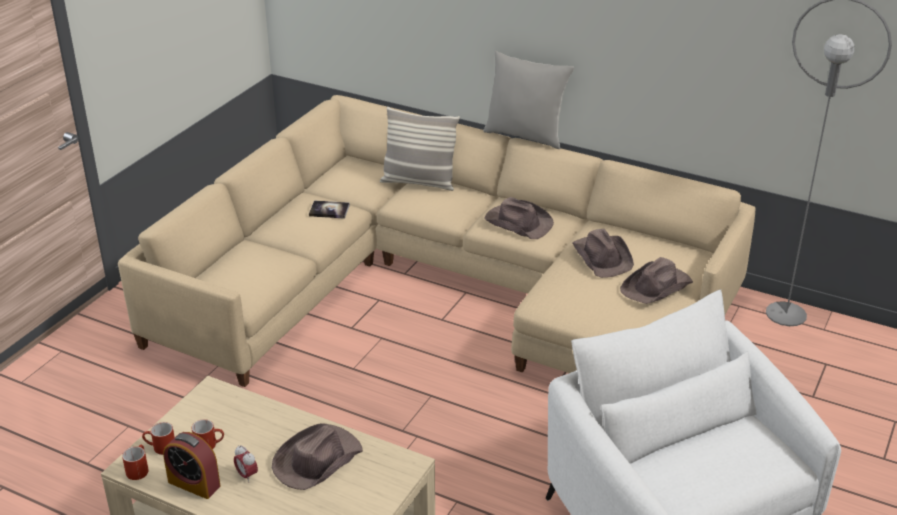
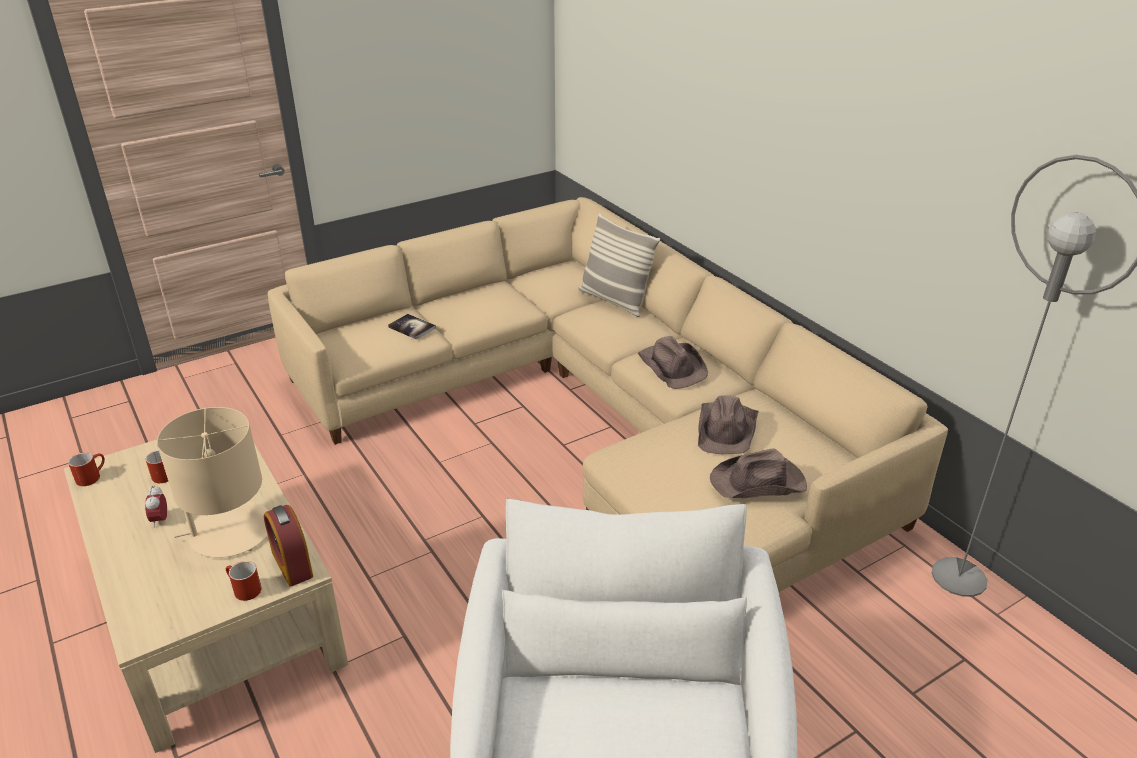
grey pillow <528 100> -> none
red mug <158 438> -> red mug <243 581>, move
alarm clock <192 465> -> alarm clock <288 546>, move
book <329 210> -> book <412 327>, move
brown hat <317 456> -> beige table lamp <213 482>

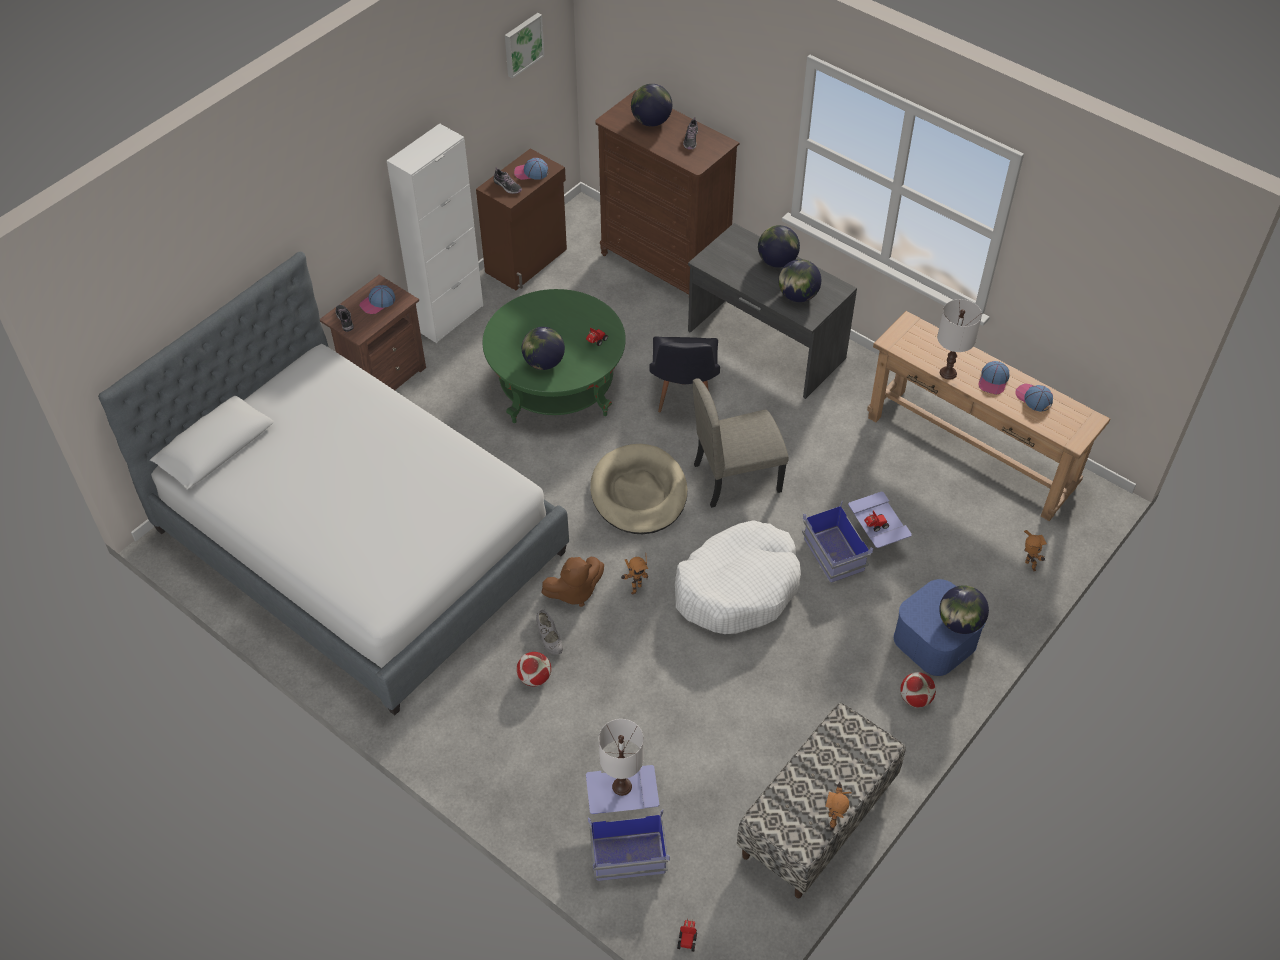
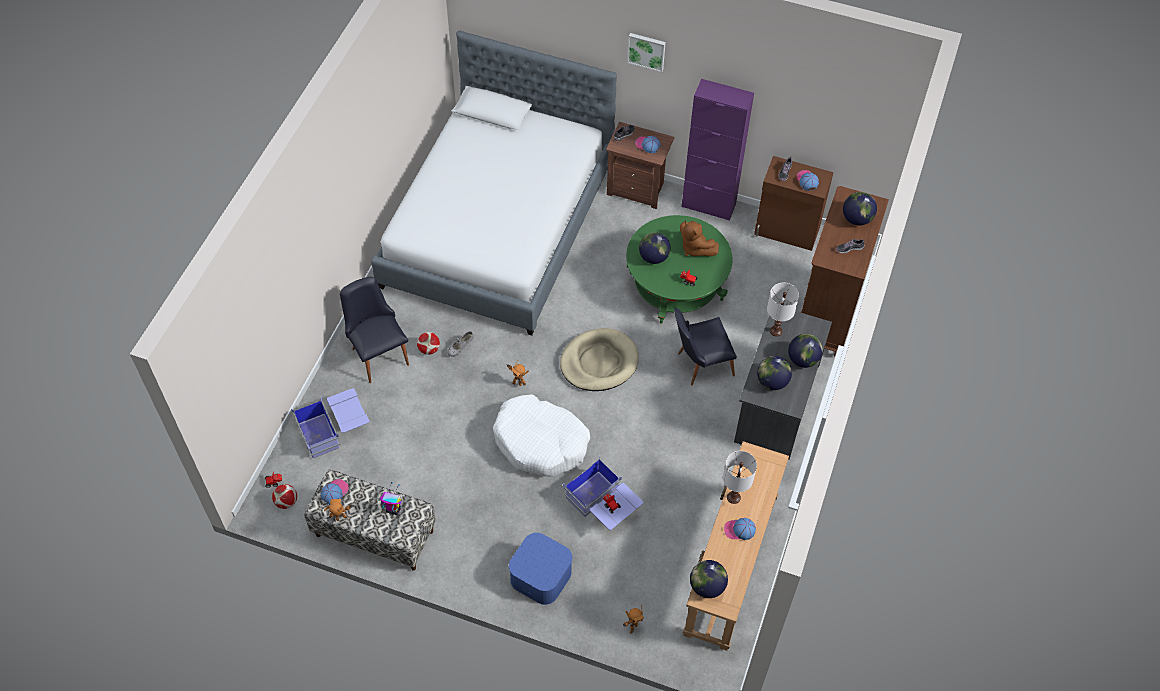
beige chair <741 443> -> none
none -> black chair <374 330>
none -> toy robot <391 498>
picture <524 46> -> picture <646 52>, move
brown plush toy <572 582> -> brown plush toy <699 238>, move
white table lamp <621 757> -> white table lamp <783 309>, move
football <918 689> -> football <284 496>, move
globe <964 609> -> globe <709 579>, move
cap <1034 397> -> cap <334 492>, move
white cabinet <435 233> -> purple cabinet <717 150>

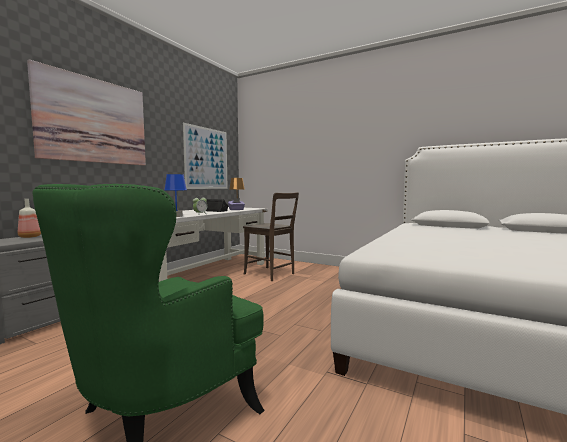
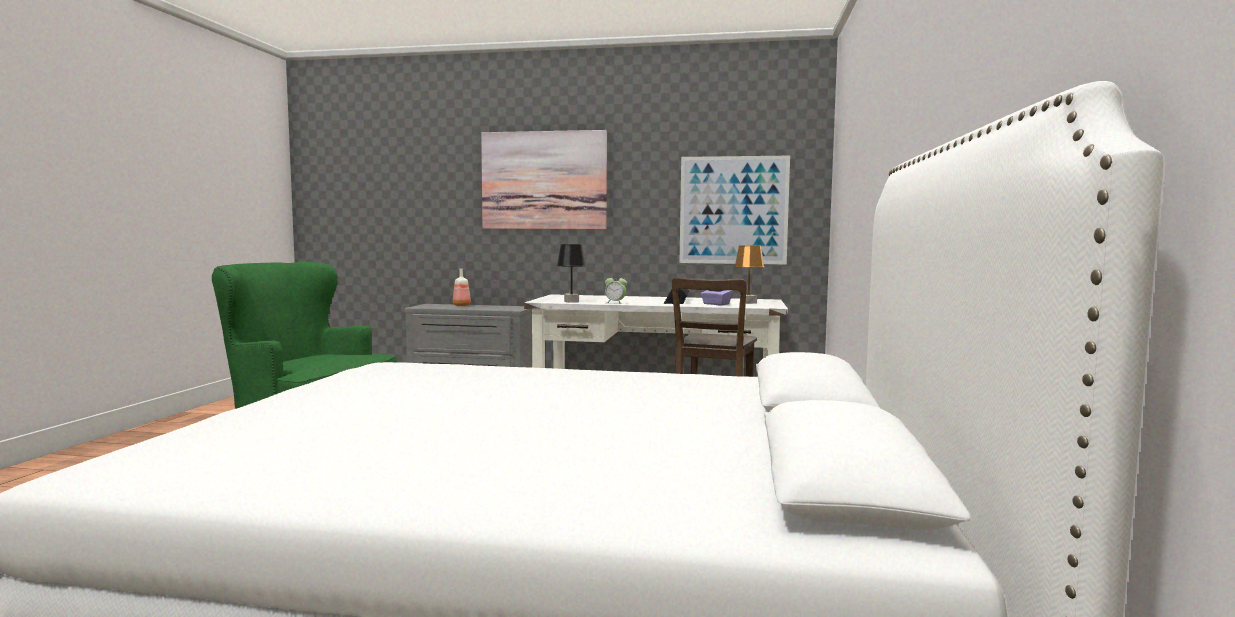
blue table lamp <176 195> -> black table lamp <571 273>

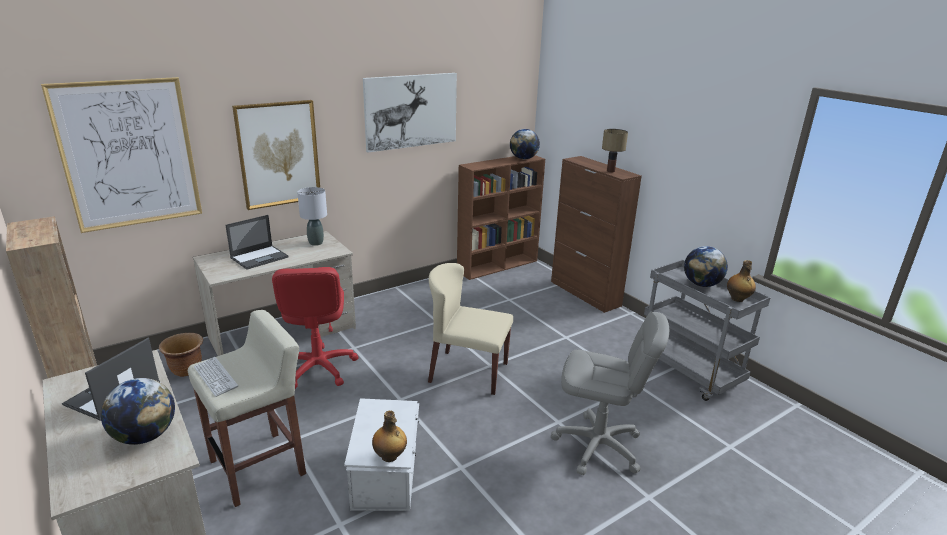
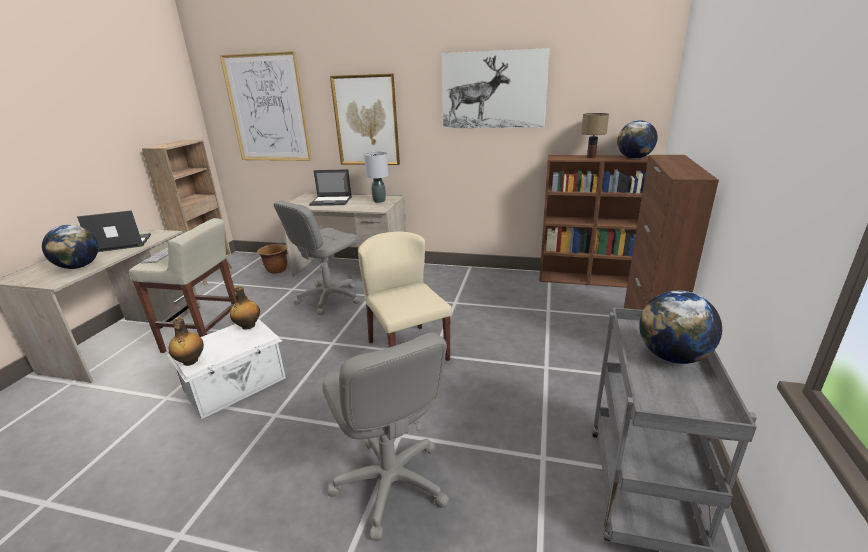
table lamp <615 150> -> table lamp <595 135>, move
bottle <741 281> -> bottle <245 308>, move
red office chair <315 328> -> grey office chair <316 257>

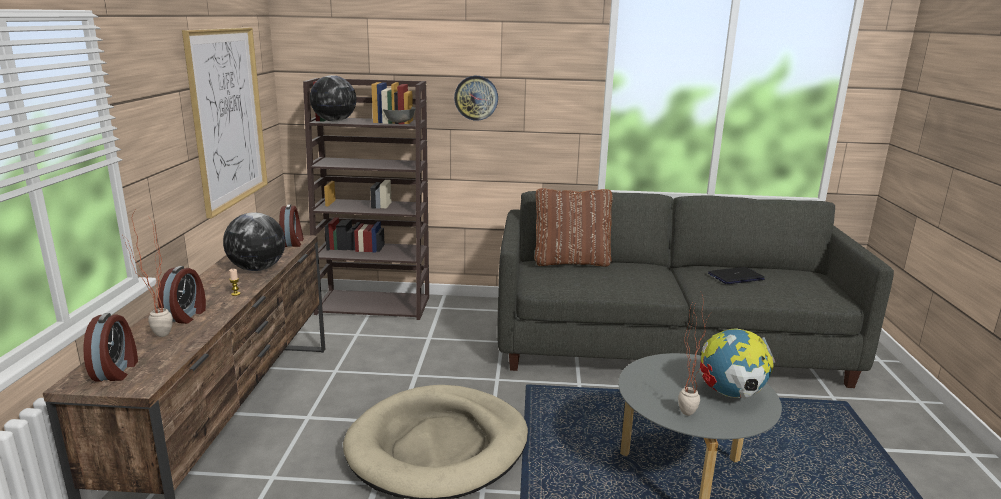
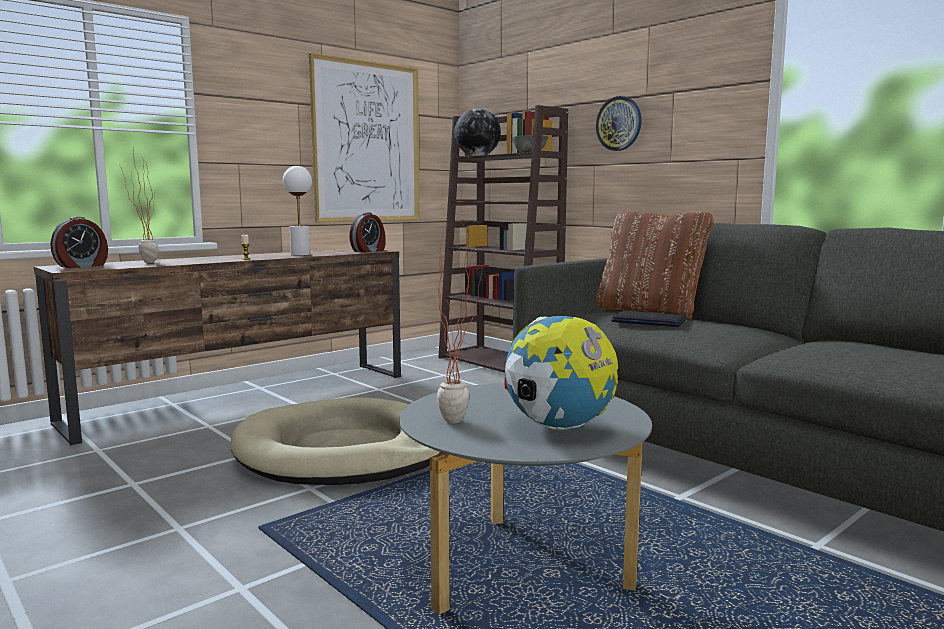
alarm clock <182 295> -> none
laptop <736 275> -> laptop <649 319>, move
globe <254 241> -> white table lamp <297 211>

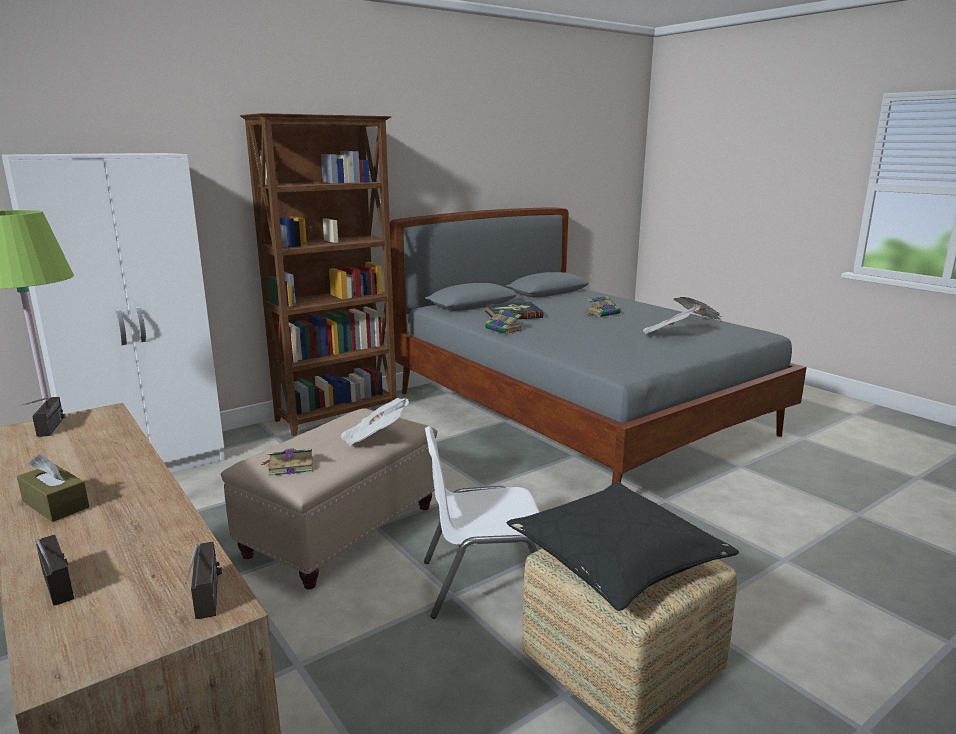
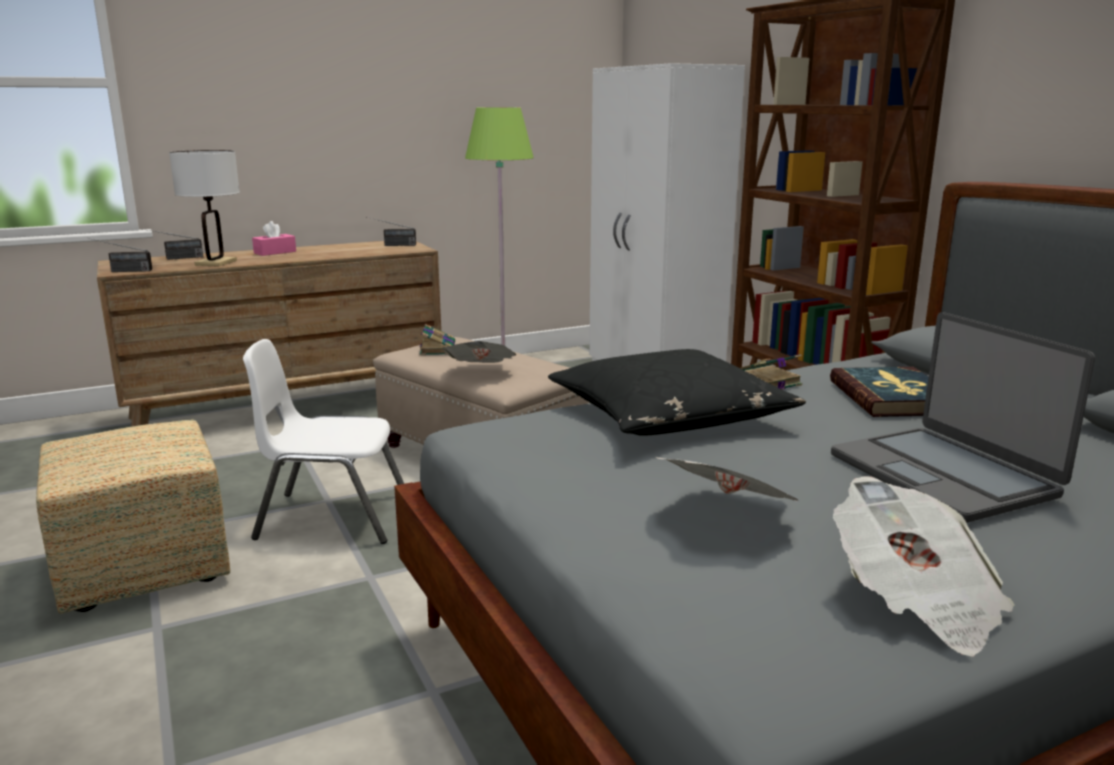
none -> white table lamp <204 208>
black pillow <623 546> -> black pillow <677 392>, move
book <602 306> -> laptop <963 417>
brown tissue box <53 487> -> pink tissue box <274 238>
white chair <481 522> -> white chair <323 441>, 90 degrees counterclockwise

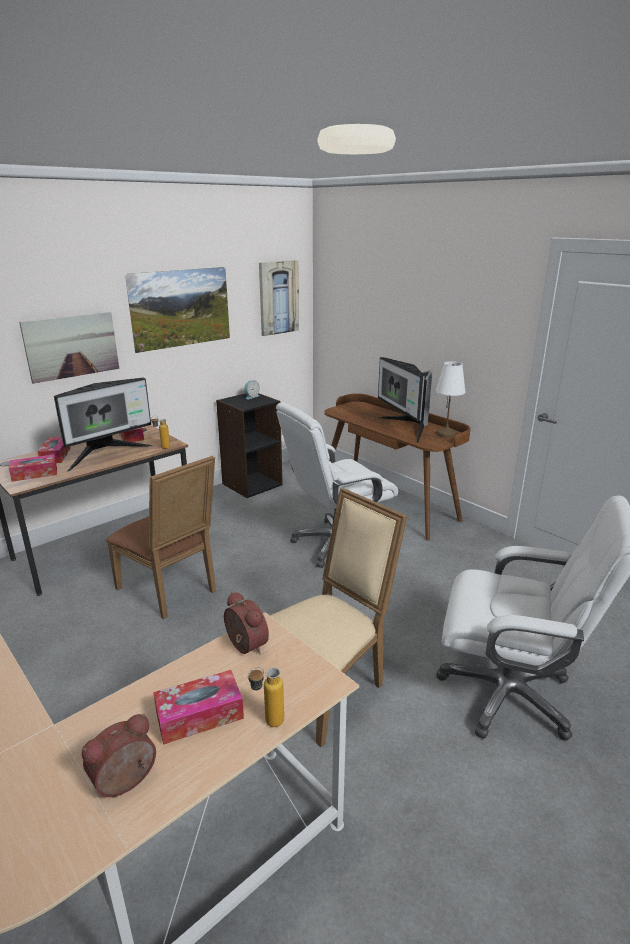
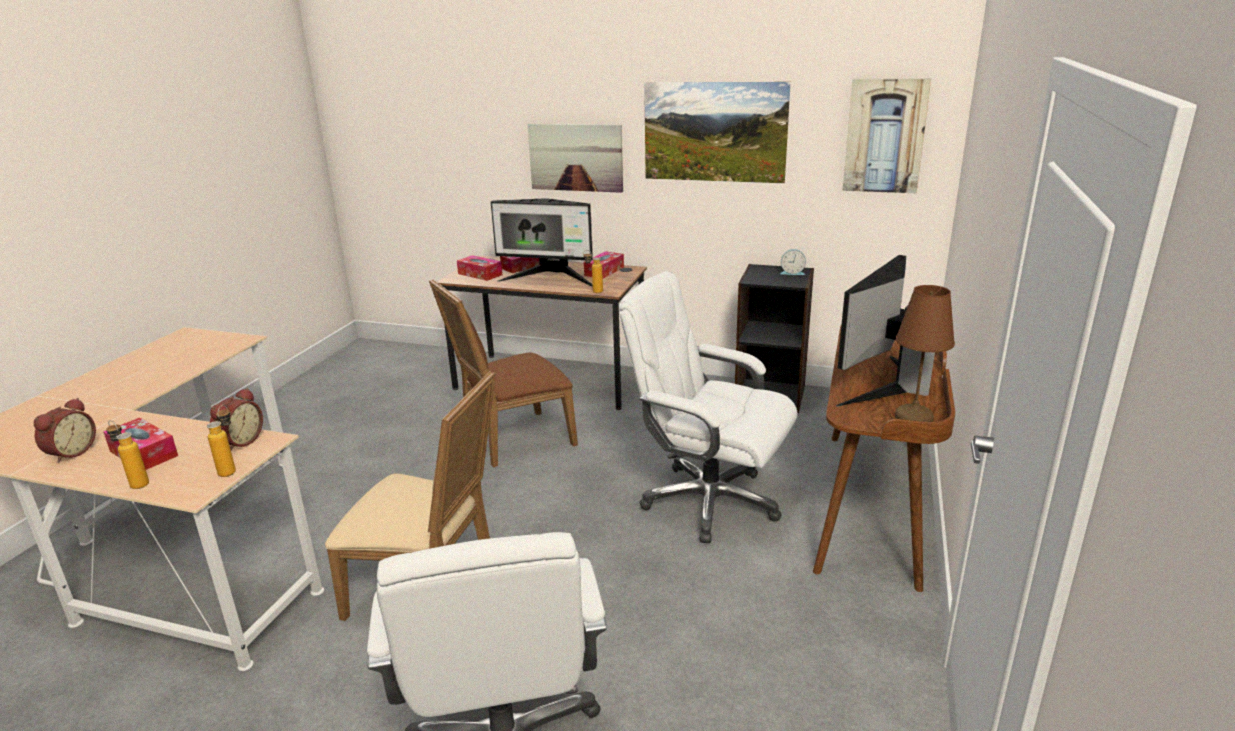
none -> bottle <221 441>
white table lamp <451 399> -> brown table lamp <925 353>
alarm clock <119 755> -> alarm clock <65 430>, 90 degrees clockwise
brown chair <161 537> -> brown chair <503 373>, 45 degrees clockwise

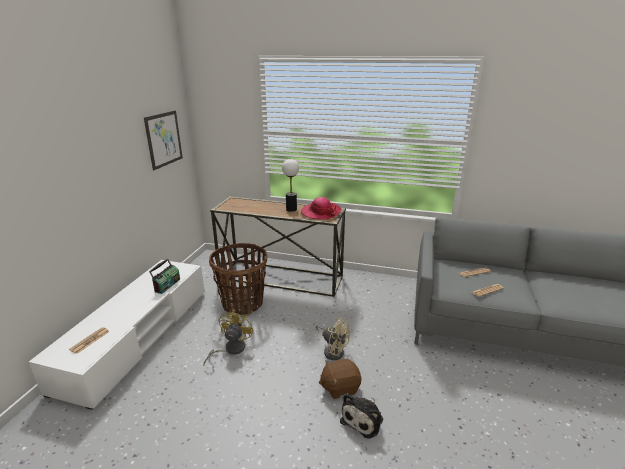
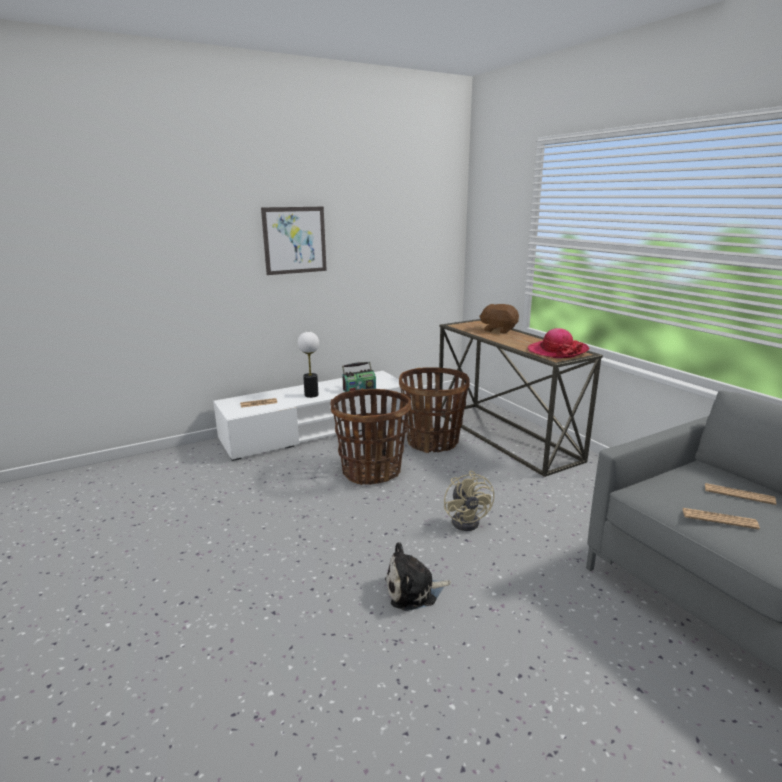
picture <163 140> -> picture <294 241>, move
table lamp <290 185> -> table lamp <308 365>, move
brown plush toy <340 379> -> brown plush toy <499 319>, move
yellow fan <228 337> -> basket <371 437>

